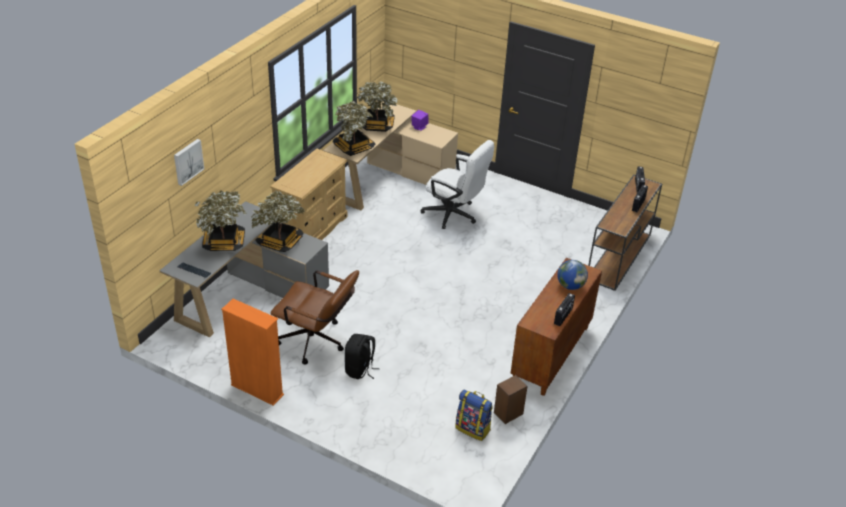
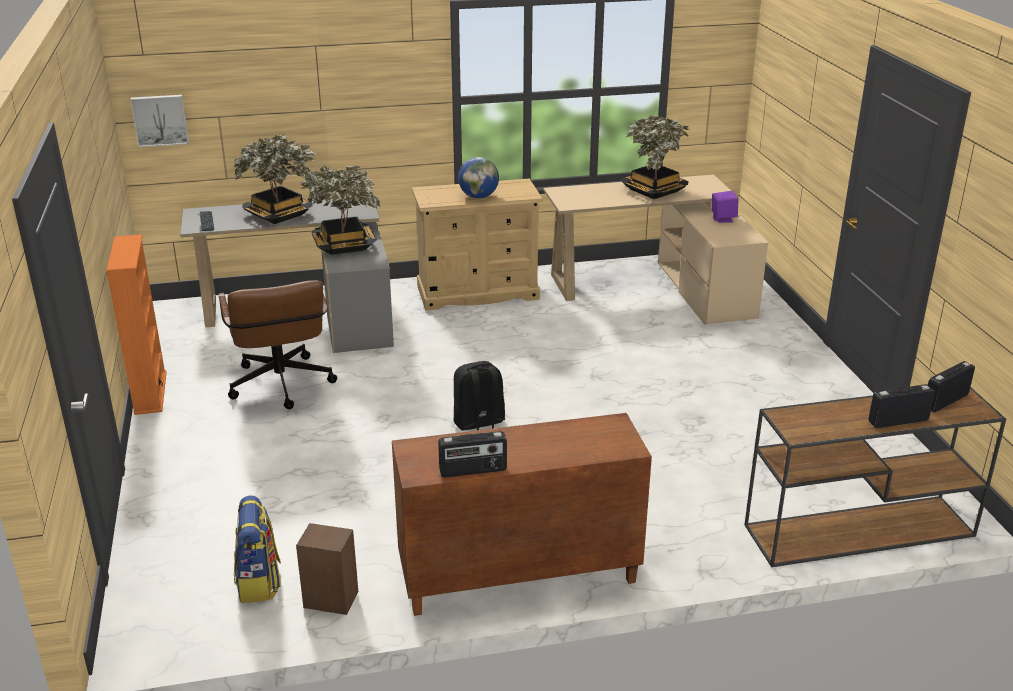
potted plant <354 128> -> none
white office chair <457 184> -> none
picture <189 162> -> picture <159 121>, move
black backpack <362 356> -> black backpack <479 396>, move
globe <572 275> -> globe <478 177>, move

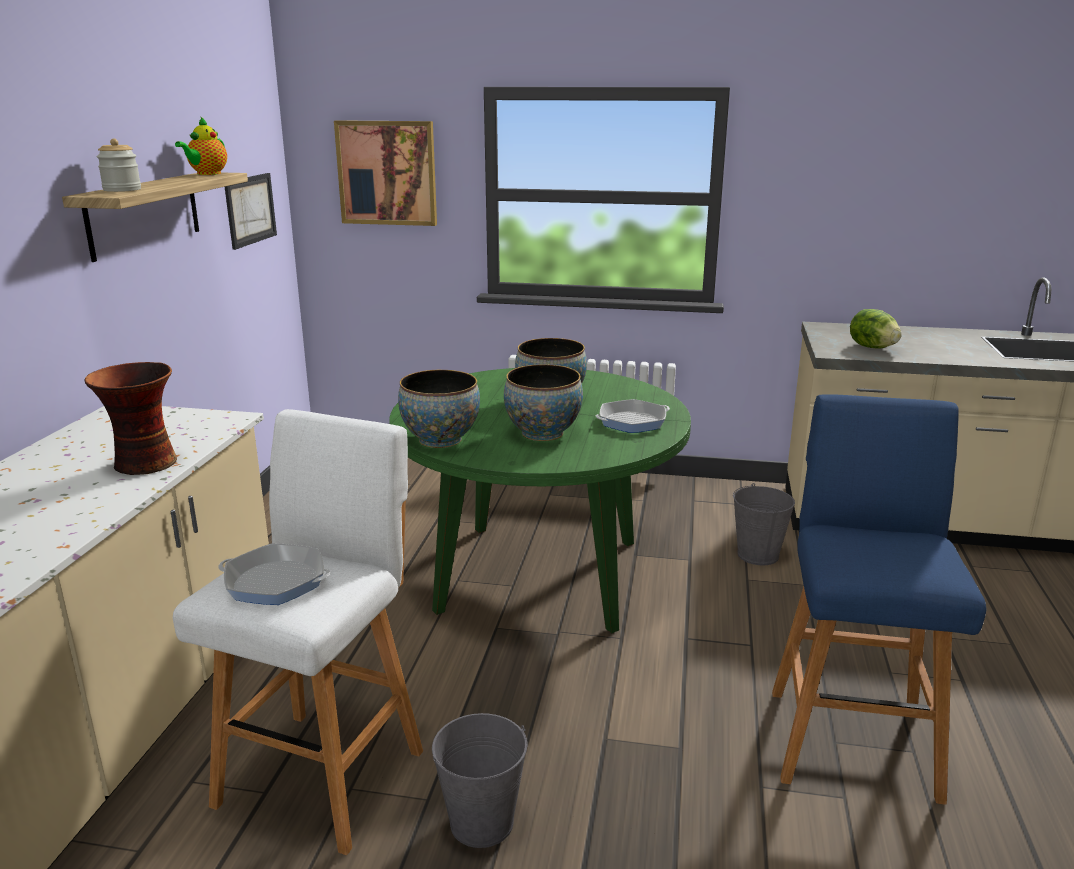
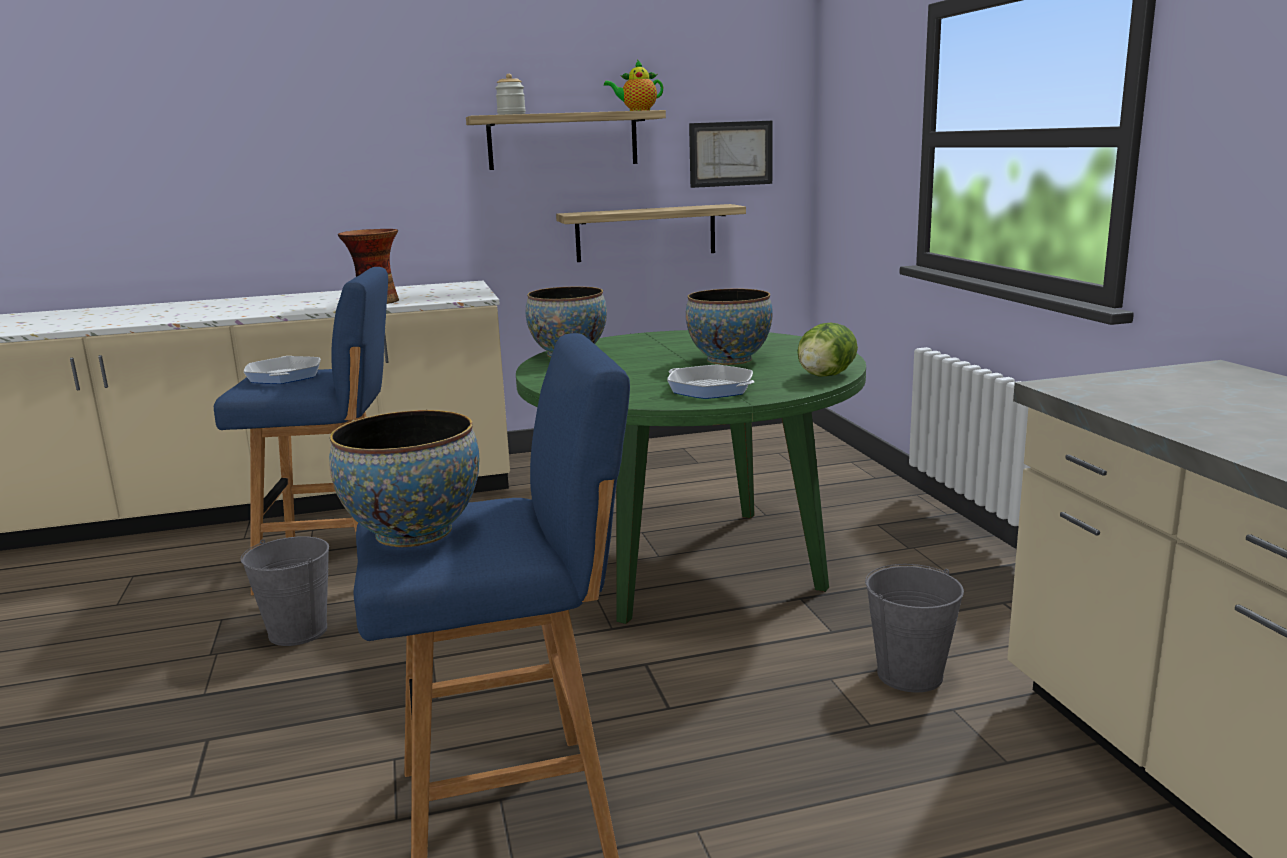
picture <385 173> -> none
none -> shelf <651 233>
bowl <543 402> -> bowl <404 478>, move
lettuce <875 329> -> lettuce <827 350>, move
white stool <298 632> -> blue stool <301 431>

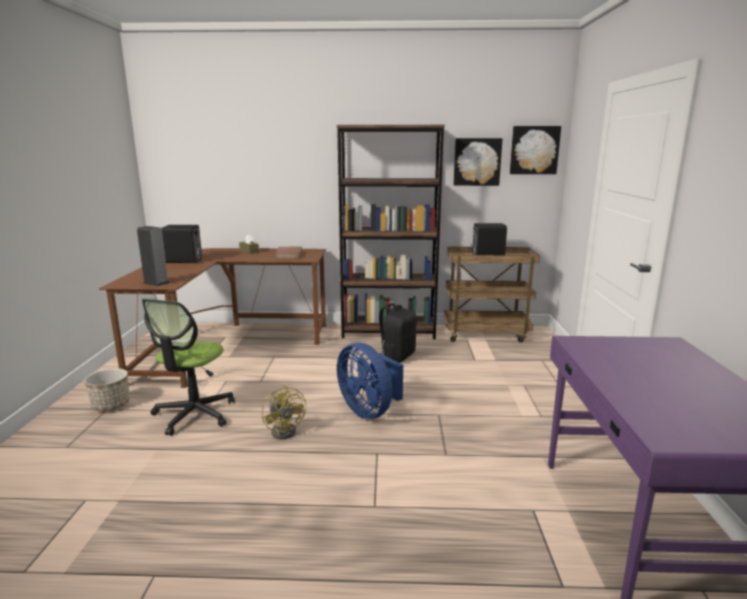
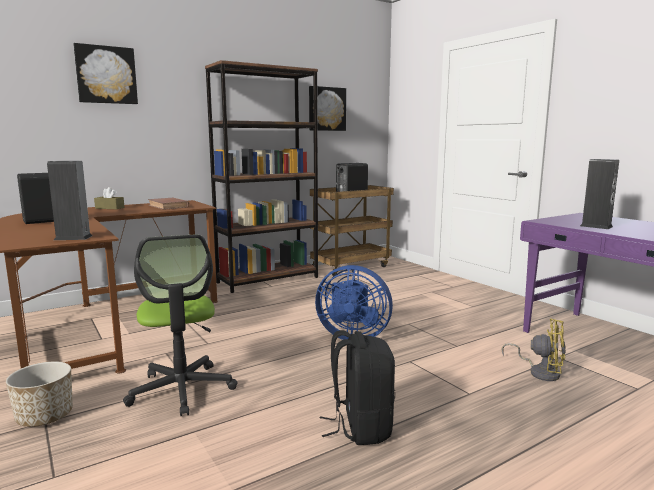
none -> speaker <599 194>
yellow fan <284 412> -> yellow fan <534 349>, move
black backpack <397 333> -> black backpack <357 387>, move
picture <535 150> -> picture <105 73>, move

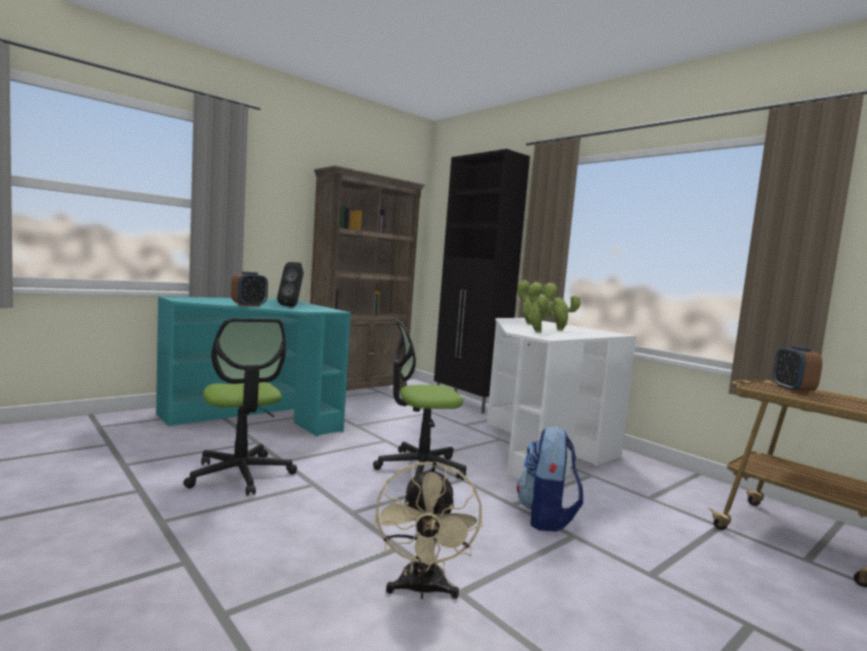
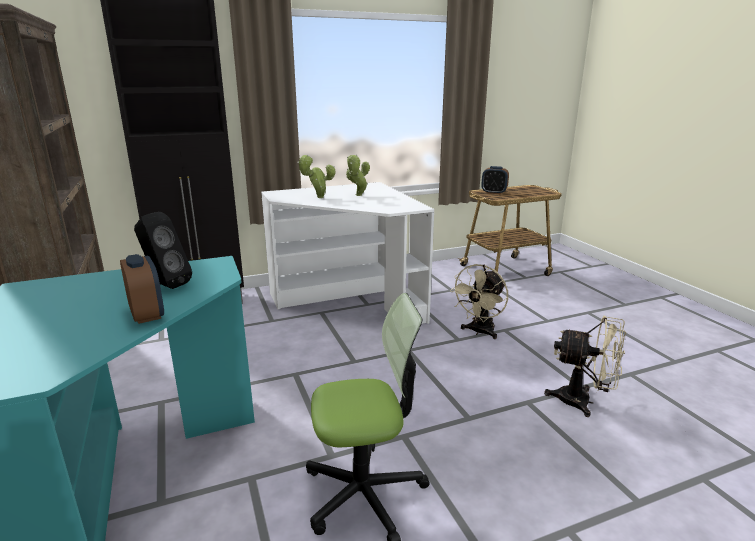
office chair <419 399> -> none
potted plant <540 306> -> none
backpack <550 479> -> beige fan <479 301>

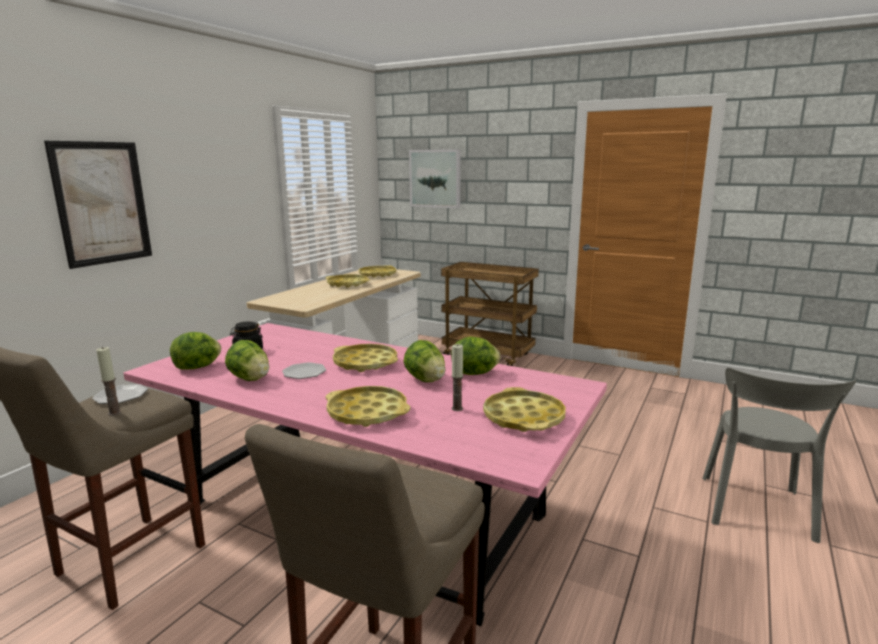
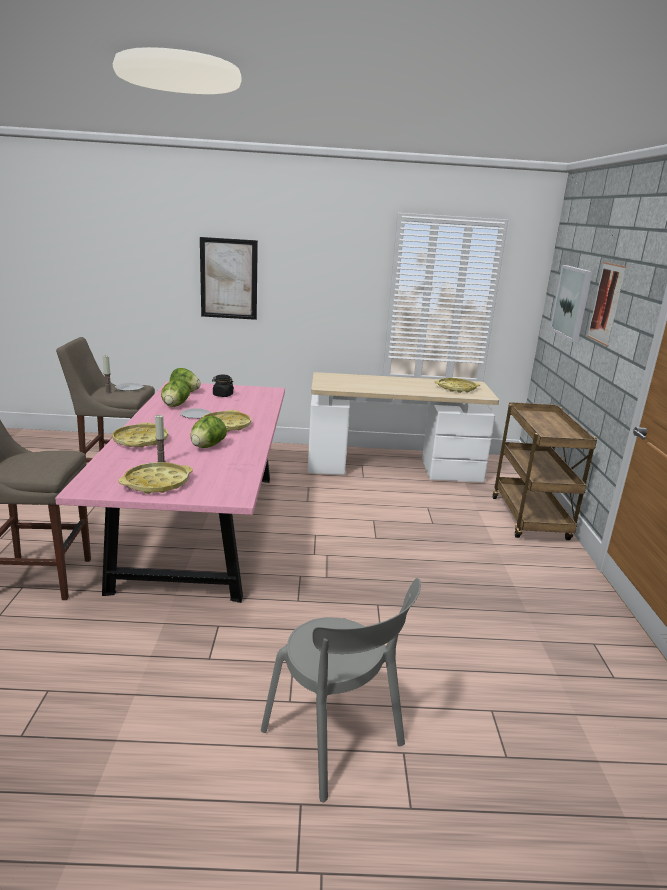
yellow tray <347 281> -> none
lettuce <475 356> -> none
none -> picture <607 304>
grey chair <779 455> -> grey chair <341 690>, 120 degrees counterclockwise

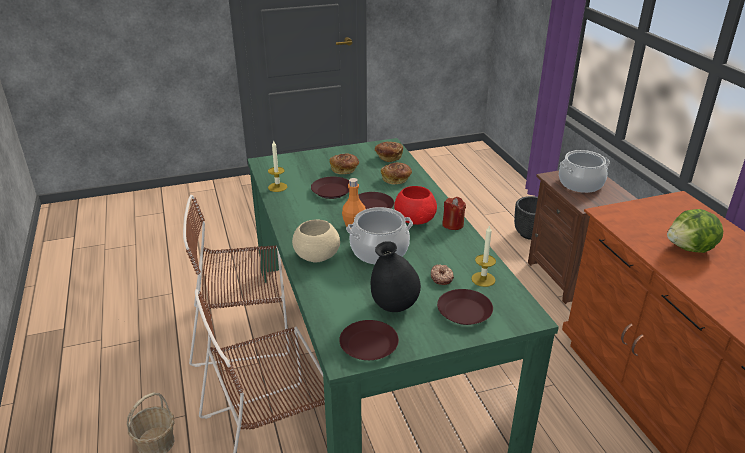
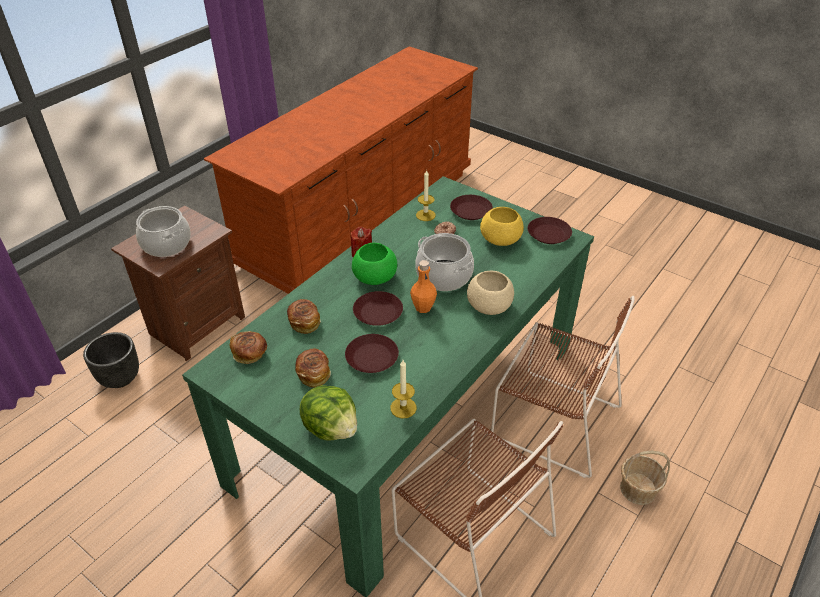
lettuce <695 231> -> lettuce <328 413>, move
black vase <396 276> -> yellow bowl <502 226>
red bowl <415 205> -> green bowl <374 264>

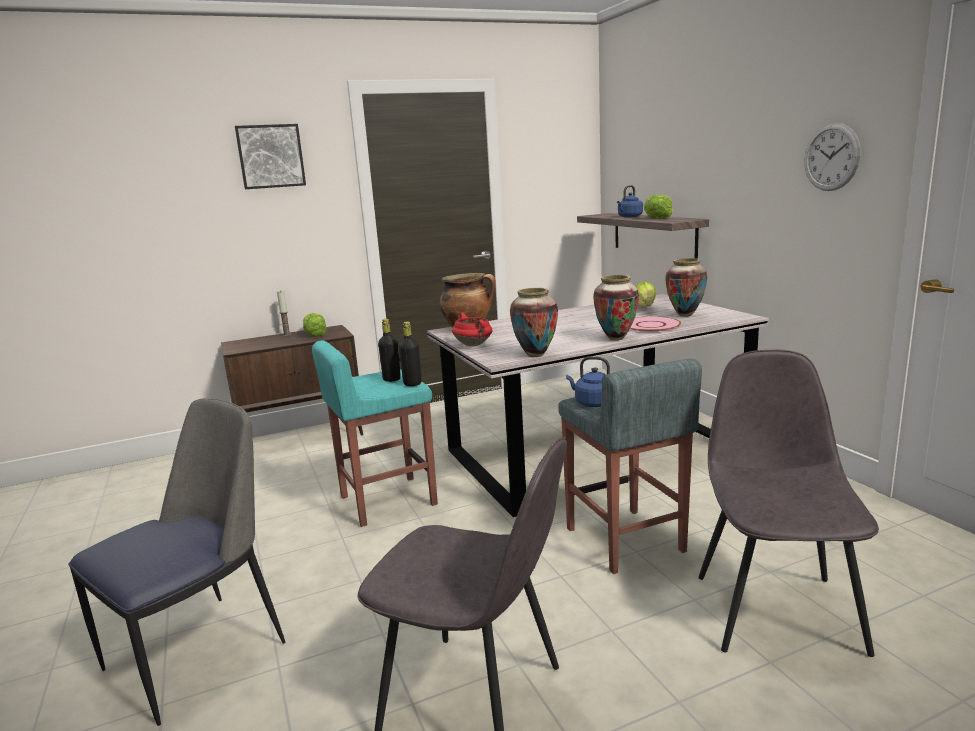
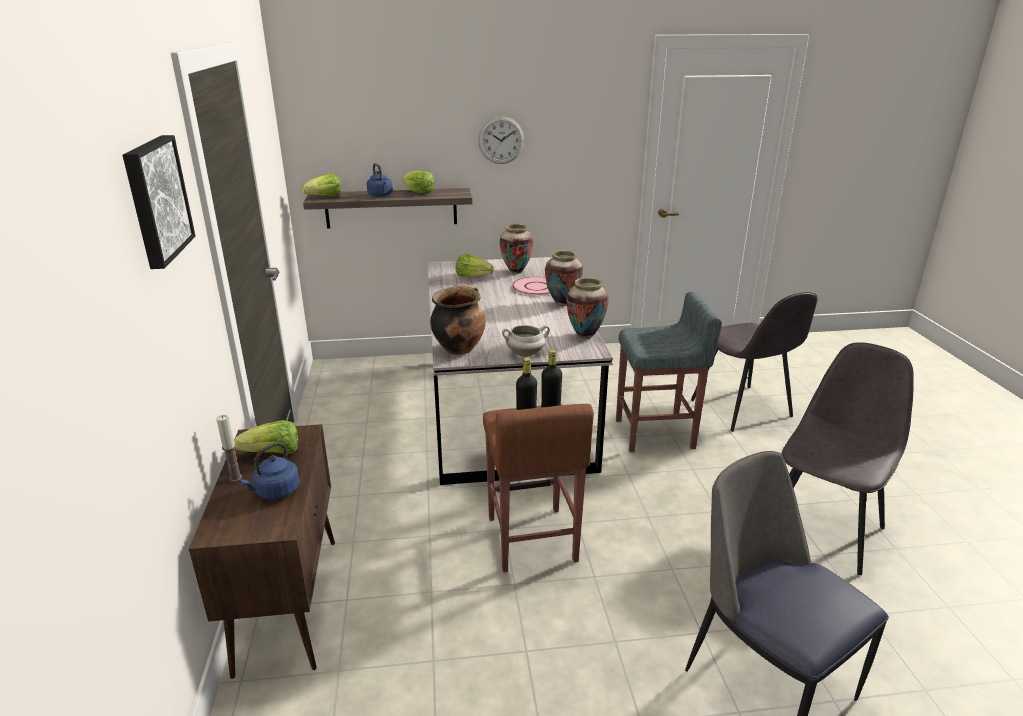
none -> lettuce <322 184>
blue kettle <588 381> -> blue kettle <269 470>, move
wall clock <832 157> -> wall clock <501 140>, move
turquoise stool <375 433> -> brown stool <538 488>
red cooking pot <472 329> -> white cooking pot <526 341>
grey chair <788 503> -> grey chair <754 362>, 135 degrees counterclockwise

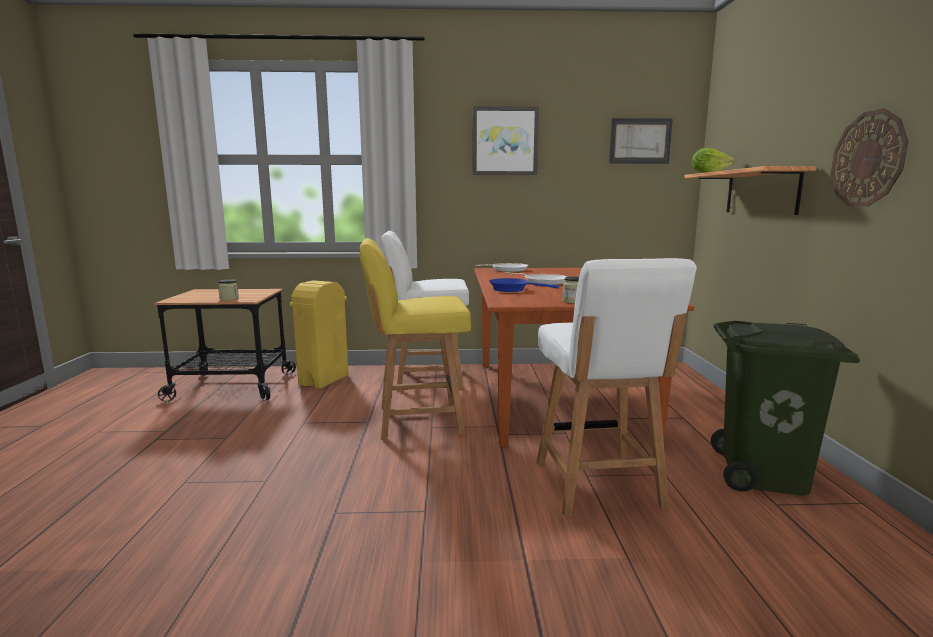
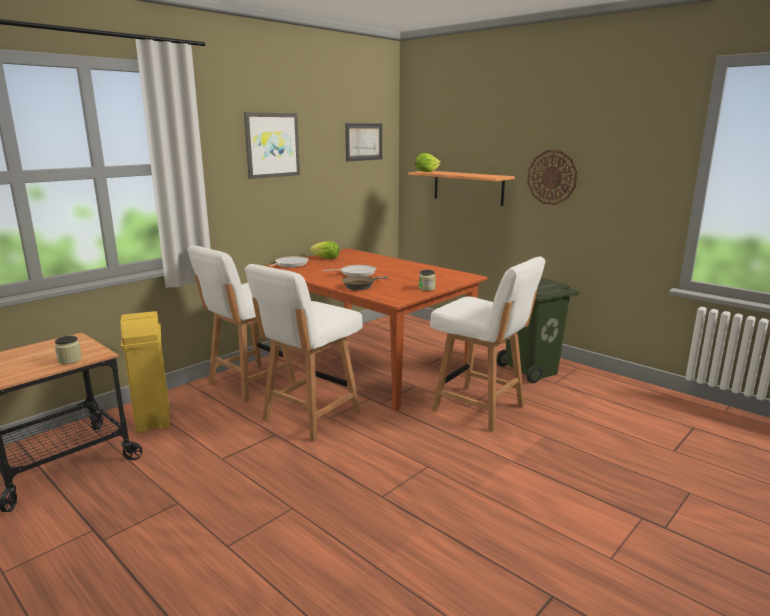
none -> lettuce <324 250>
yellow chair <415 339> -> white chair <304 353>
blue frying pan <524 285> -> brown frying pan <365 283>

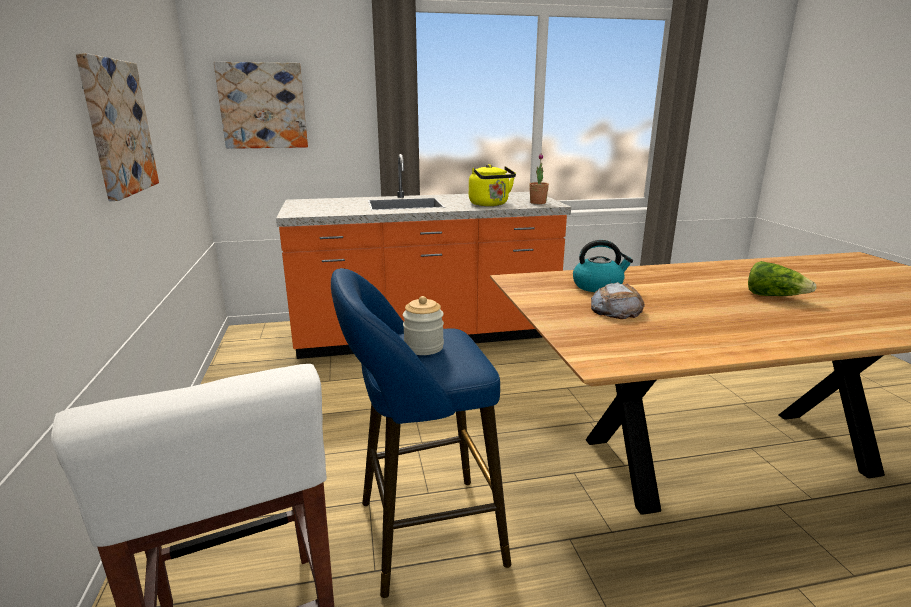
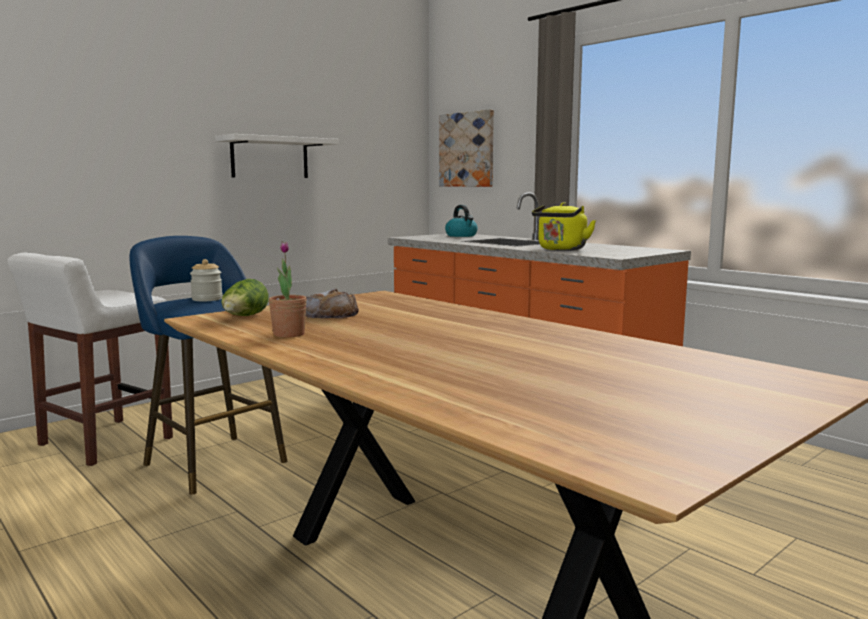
potted plant <539 178> -> potted plant <288 290>, move
kettle <603 266> -> kettle <461 221>, move
lettuce <782 278> -> lettuce <245 297>, move
picture <117 127> -> white shelf <277 156>

